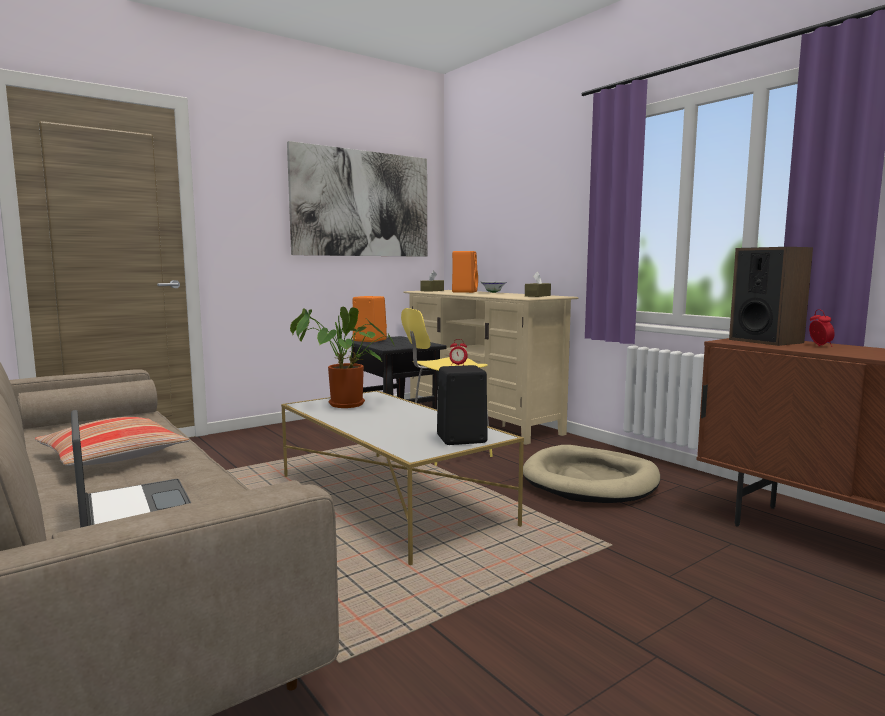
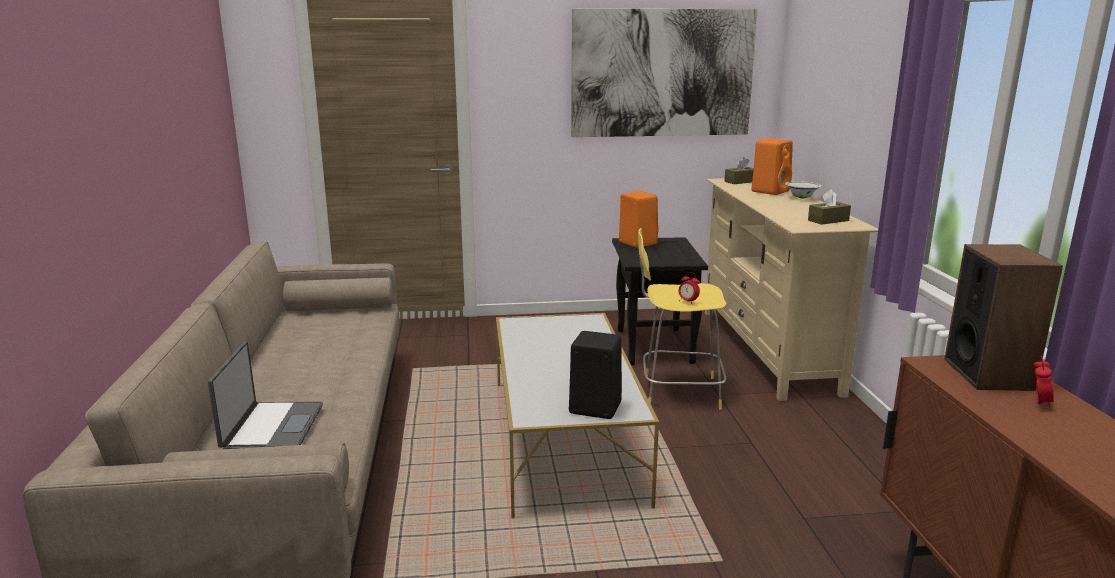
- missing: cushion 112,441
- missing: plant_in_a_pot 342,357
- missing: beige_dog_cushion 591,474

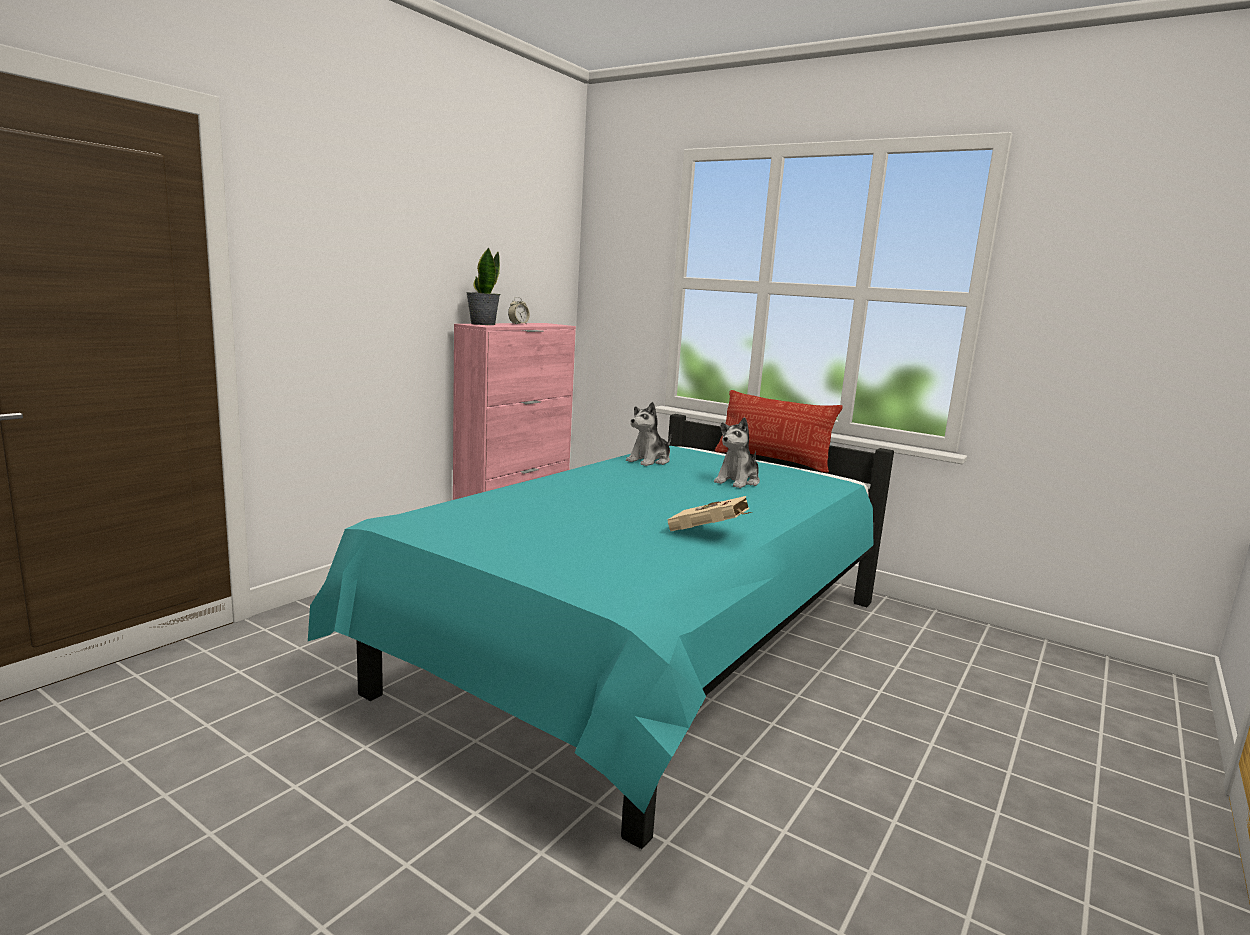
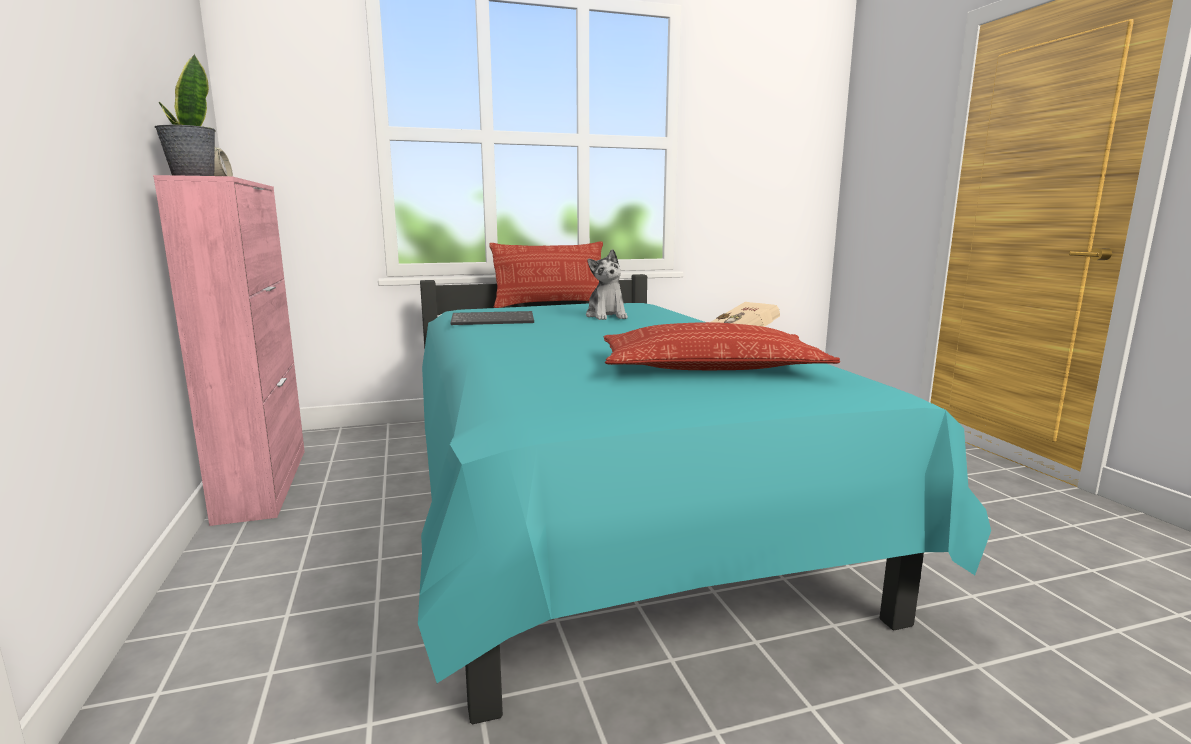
- exchanged: plush_toy 648,434 to PC_keyboard 492,318
- appeared: cushion 722,346

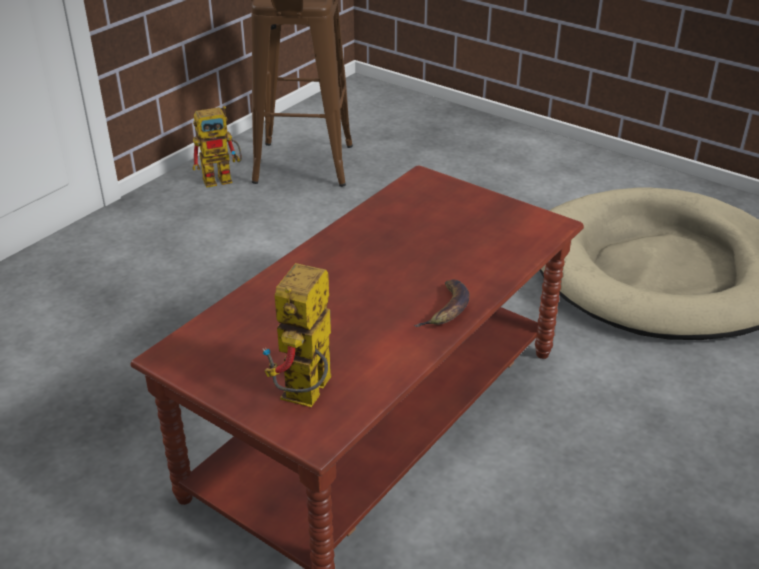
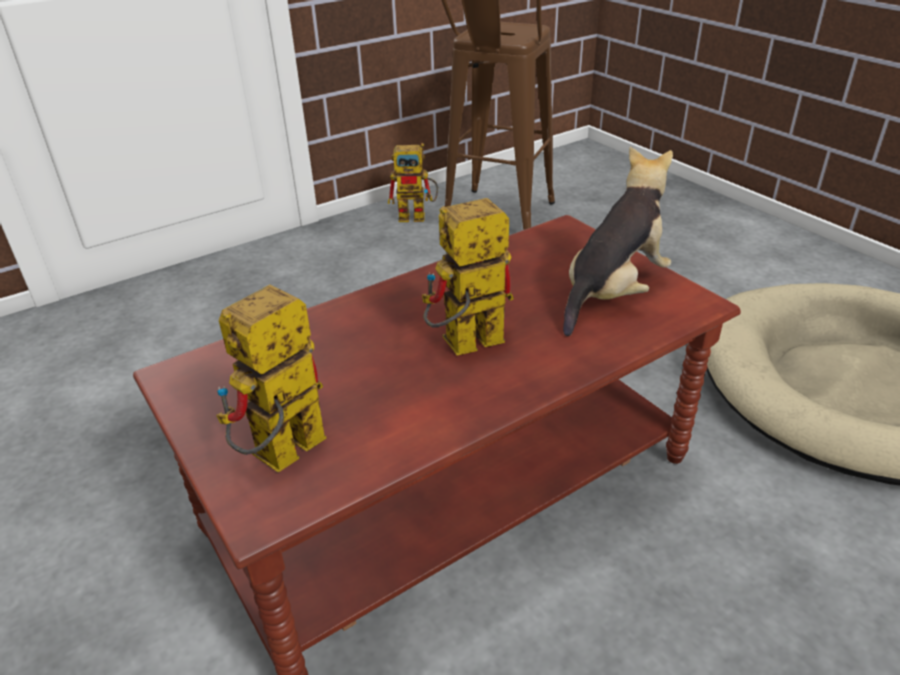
- missing: banana 441,303
- appeared: toy_robot 468,276
- appeared: plush_toy 618,241

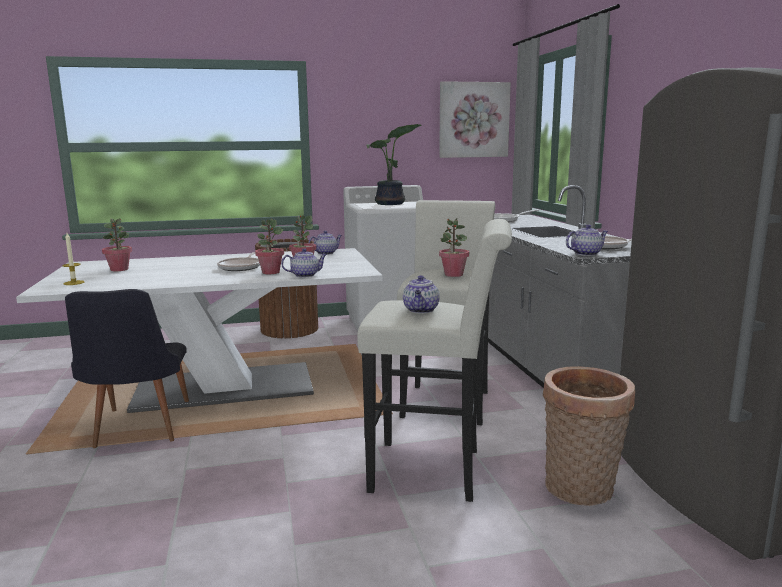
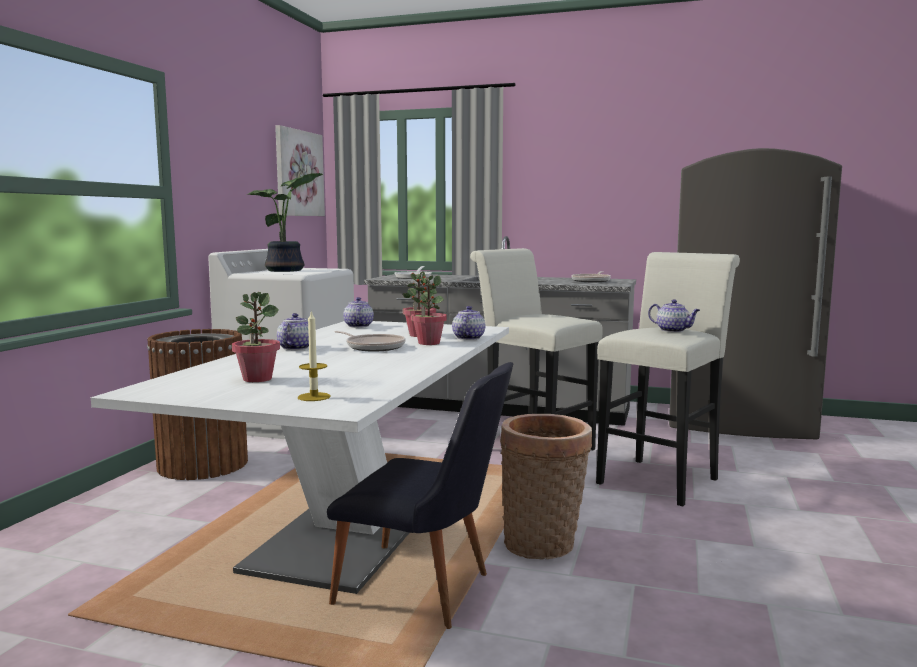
- missing: plant_in_a_pot 454,247
- relocated: household_basket 589,436 to 546,486
- relocated: teapot 587,240 to 293,331

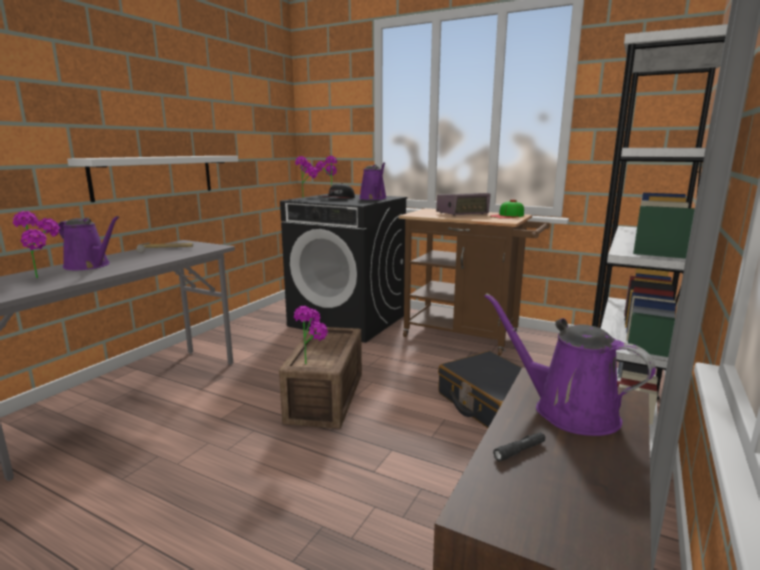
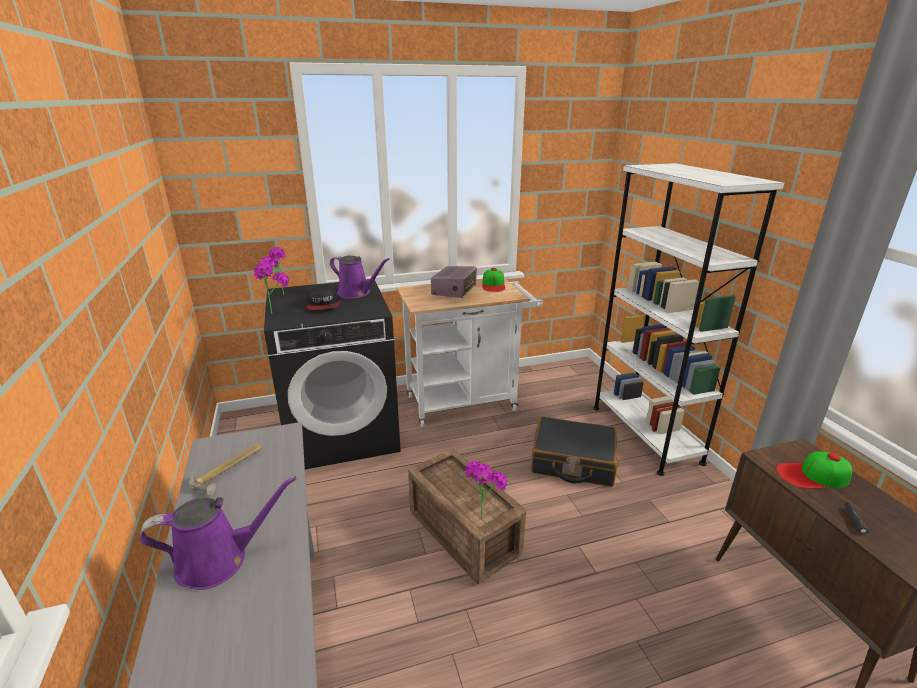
- missing: plant_in_a_pot 36,244
- missing: white_wall_shelf 152,179
- colour: brown-coloured_wheeled_cart 474,282 to white_wheeled_cart 469,352
- exchanged: purplish_watering_can 570,364 to cap 814,470

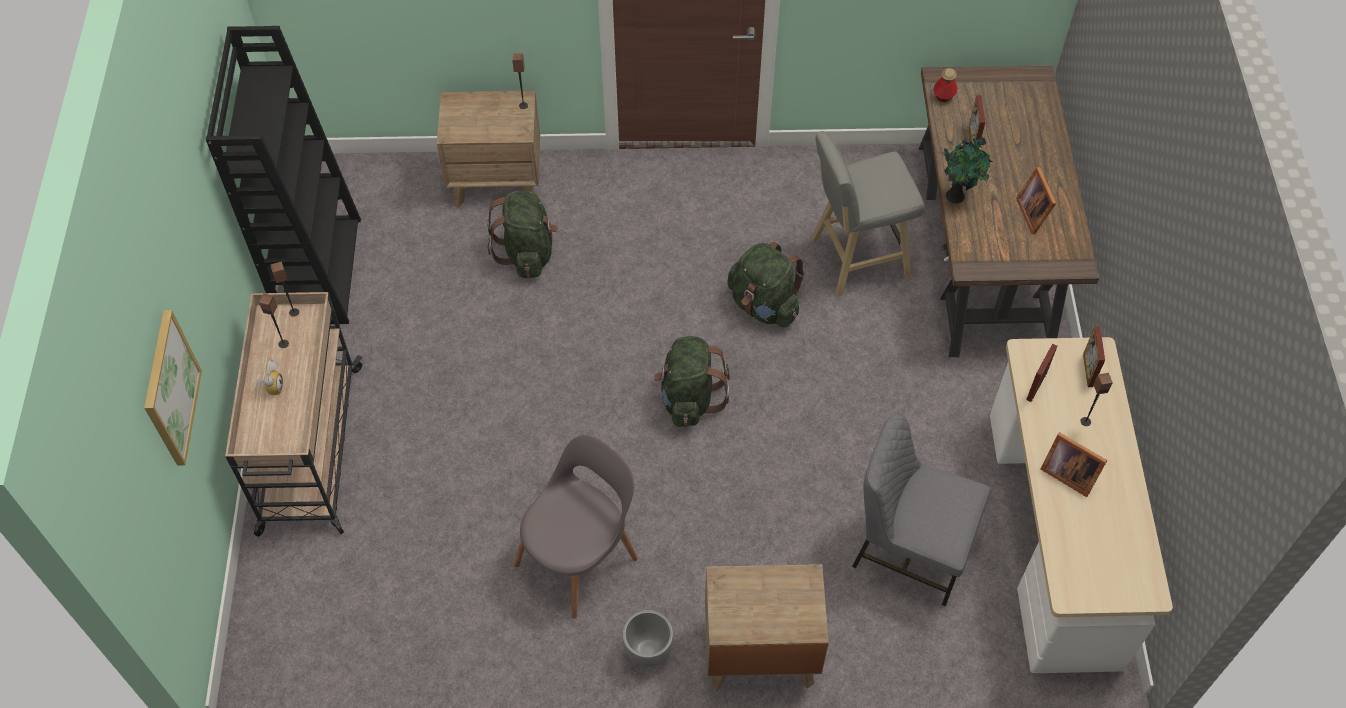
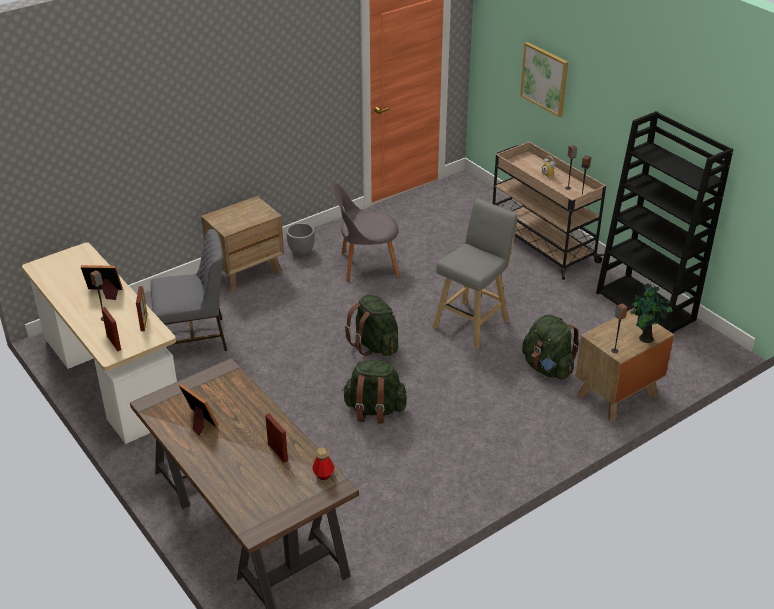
- spun: gray_chair 576,527 = 366,232 75 degrees clockwise
- relocated: gray_stool_seat 868,214 to 475,274
- relocated: plant_in_a_pot 966,169 to 651,313

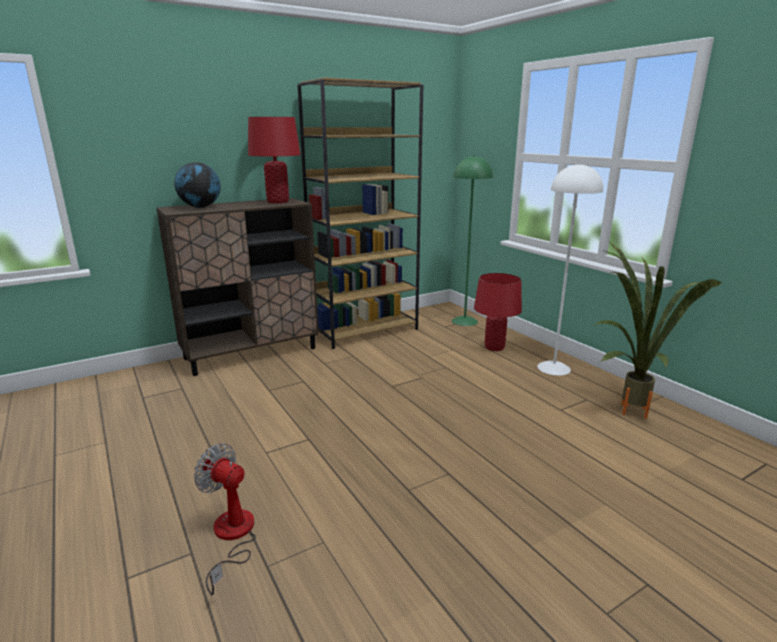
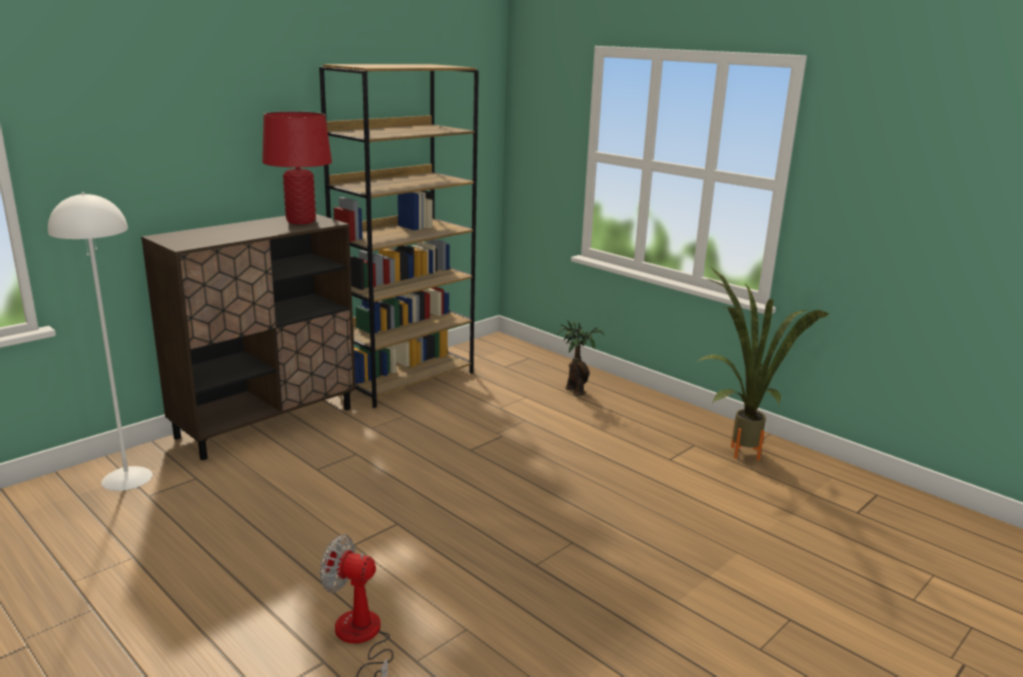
- missing: globe 197,185
- missing: green_standing_lamp 472,240
- exchanged: red-coloured_tabletop_lamp 498,312 to plant_in_a_pot 580,358
- relocated: white_standing_lamp 570,269 to 100,341

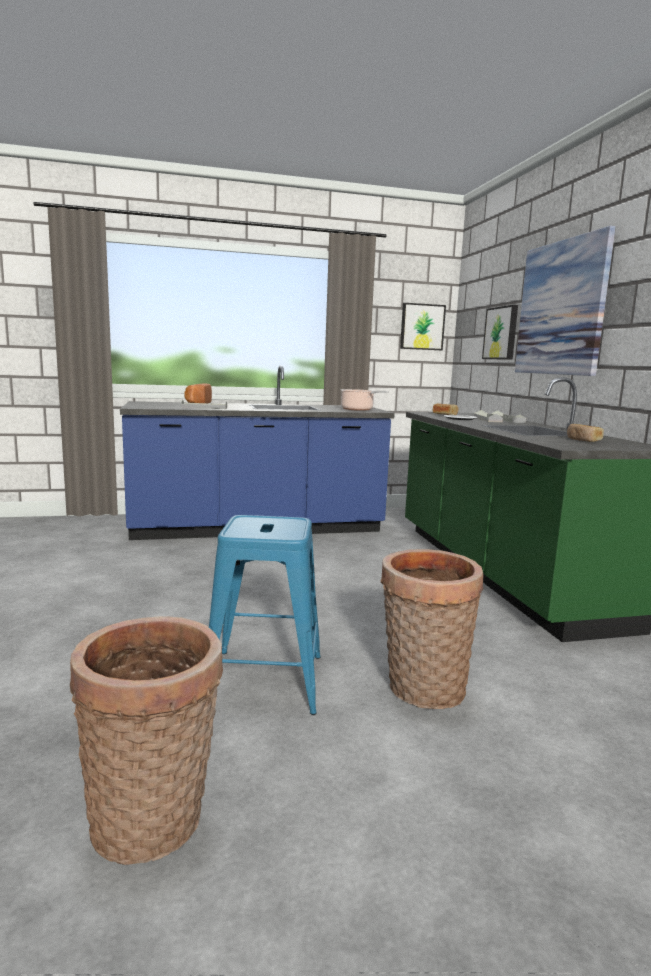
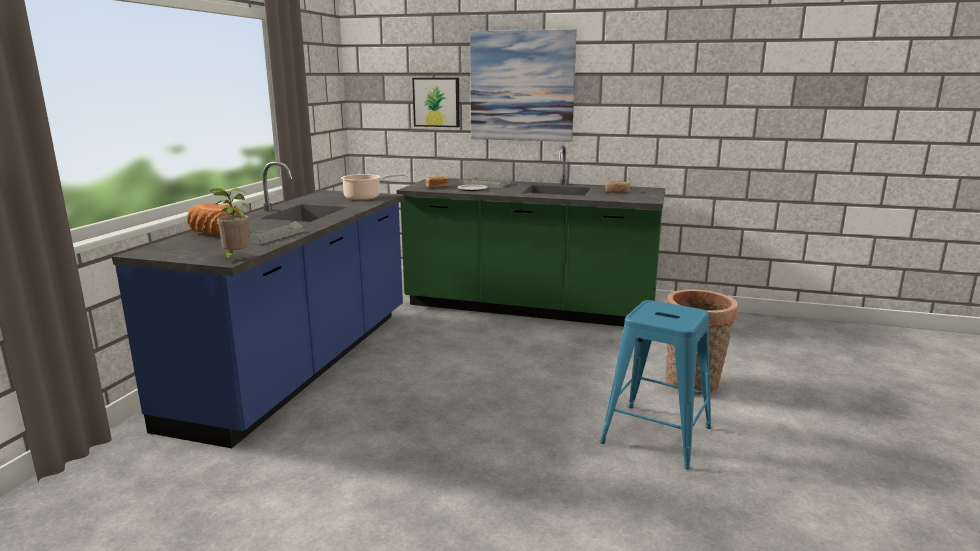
- missing: household_basket 146,740
- missing: wall_picture 423,326
- appeared: plant_in_a_pot 230,225

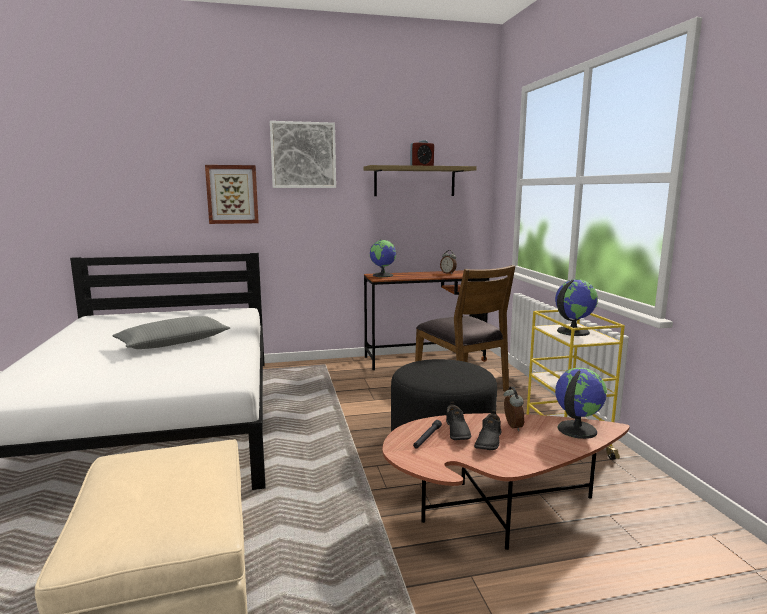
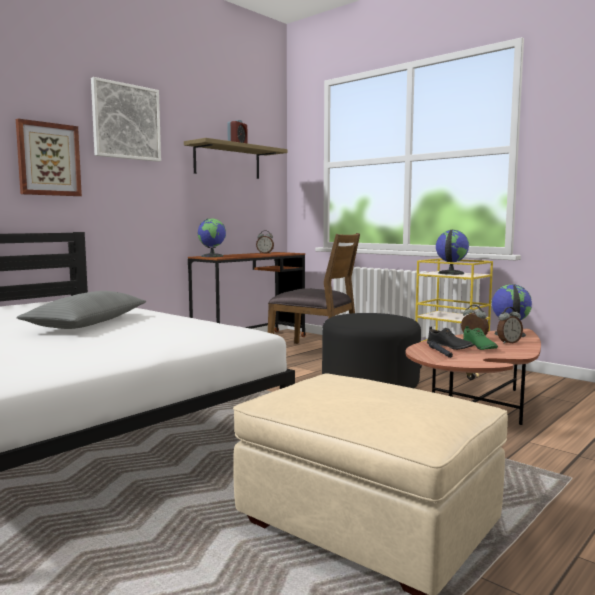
- colour: black_shoe 488,430 to green_shoe 480,338
- appeared: table_clock 510,325

